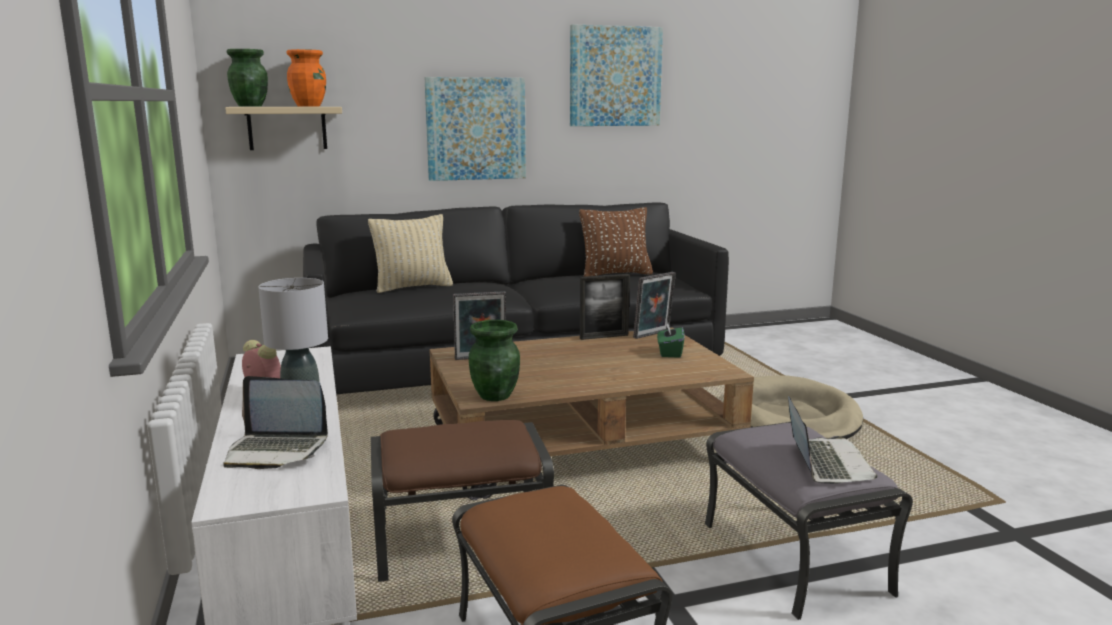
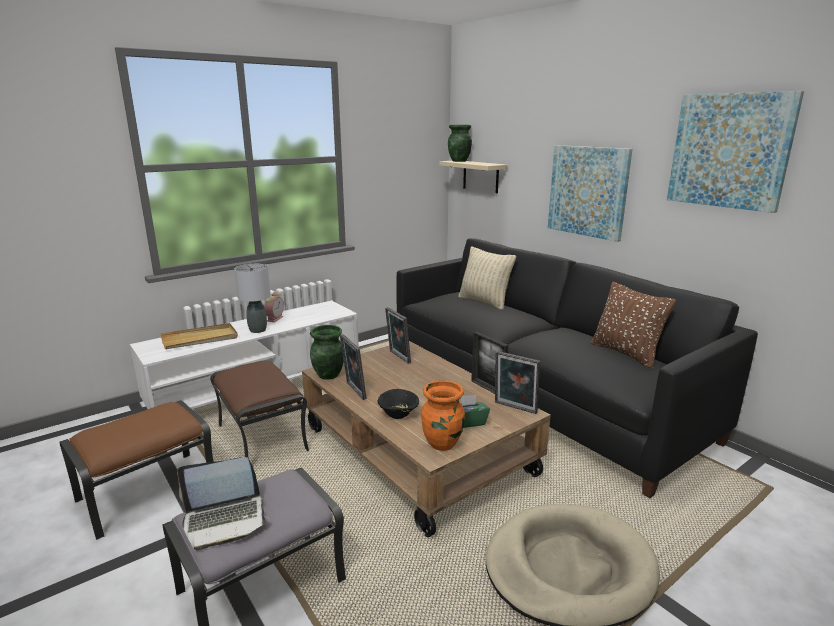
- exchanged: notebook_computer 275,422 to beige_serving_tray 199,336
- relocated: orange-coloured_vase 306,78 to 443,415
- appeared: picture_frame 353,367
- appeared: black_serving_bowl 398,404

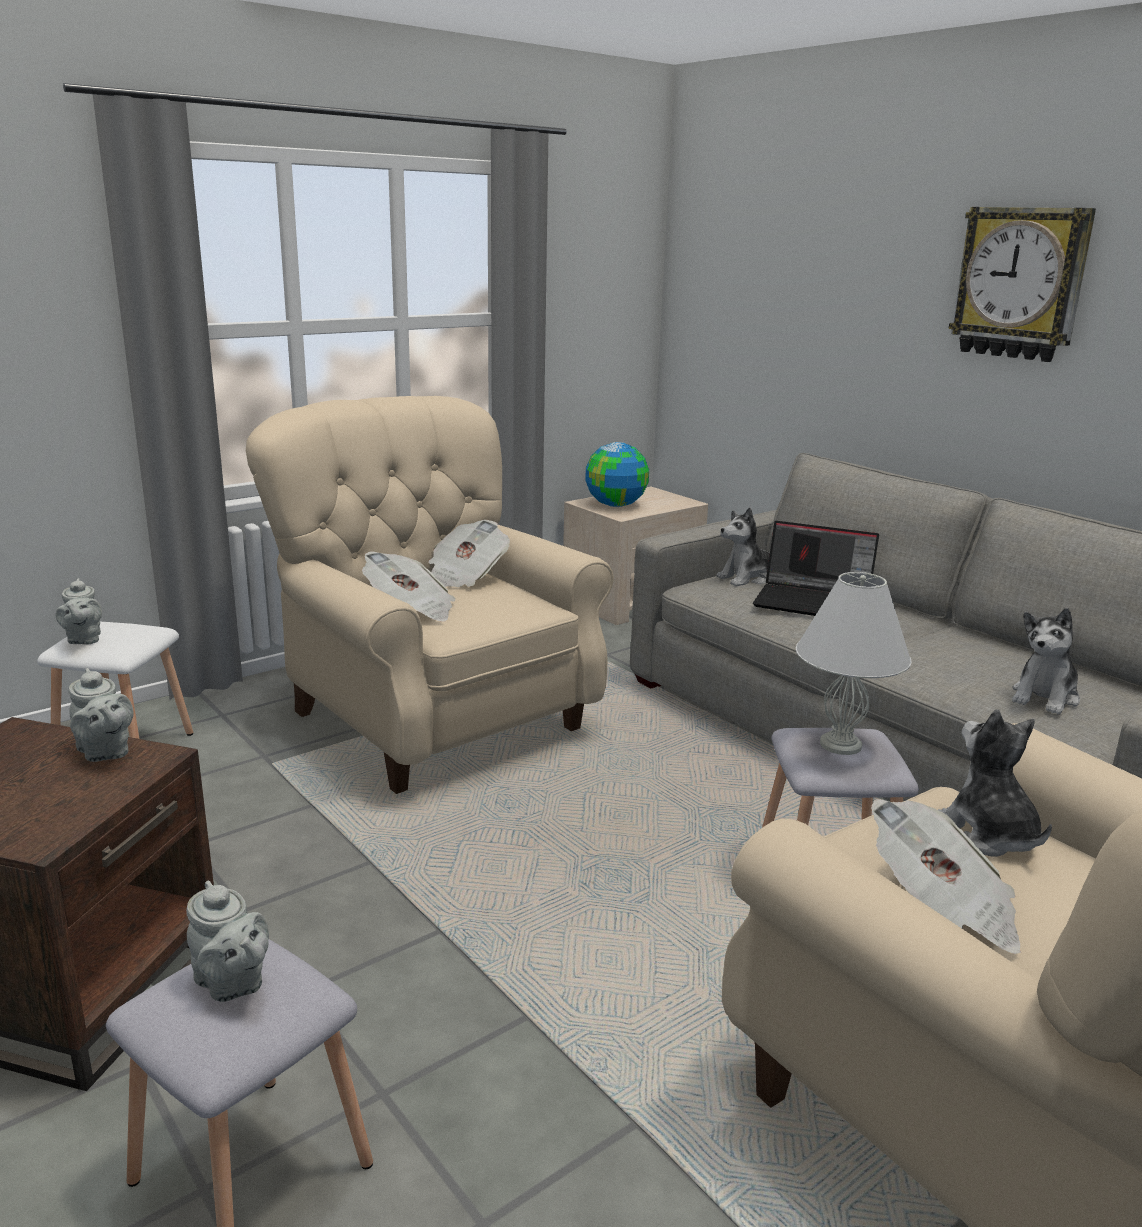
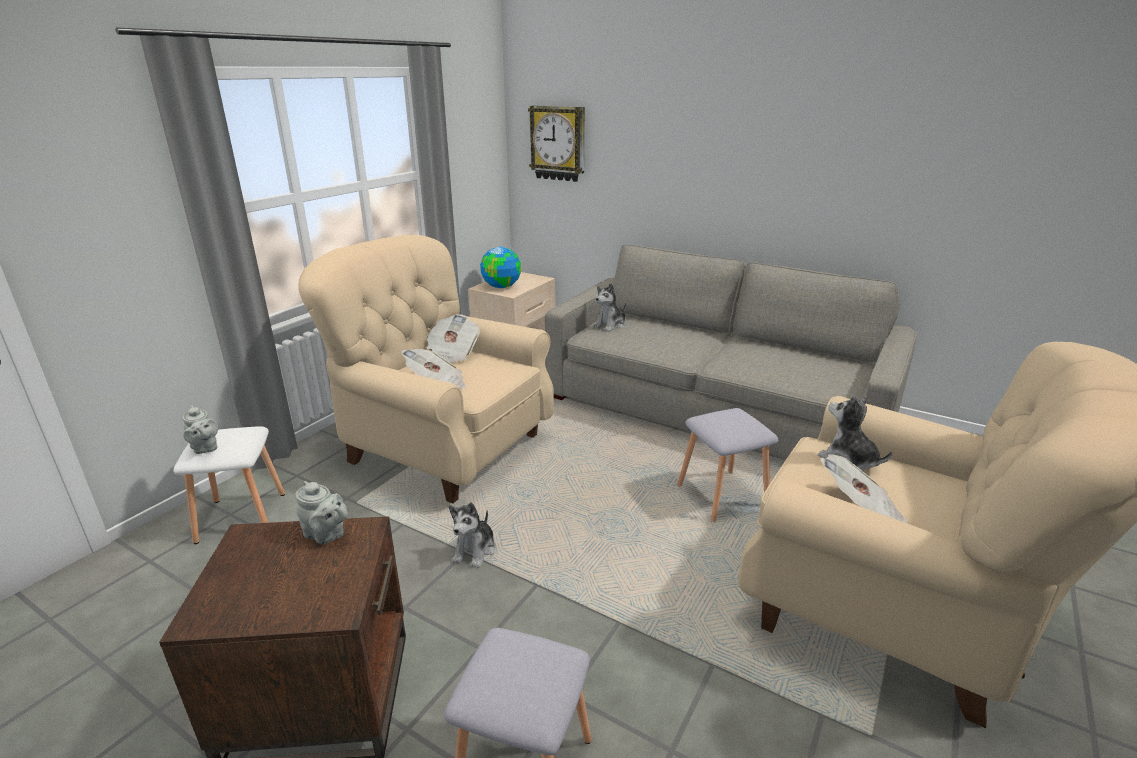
- missing: gray_teapot 227,941
- missing: notebook_computer 816,568
- missing: white_tabletop_lamp 854,663
- relocated: clock_on_the_wall 1022,284 to 556,143
- relocated: plush_toy 1046,661 to 472,535

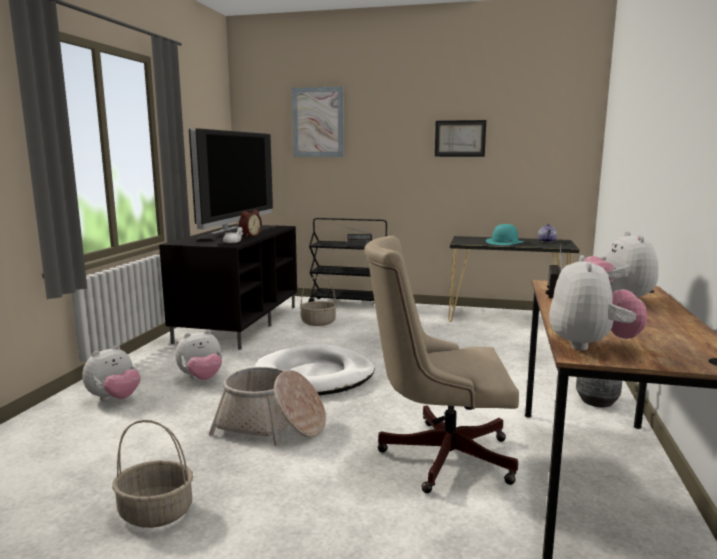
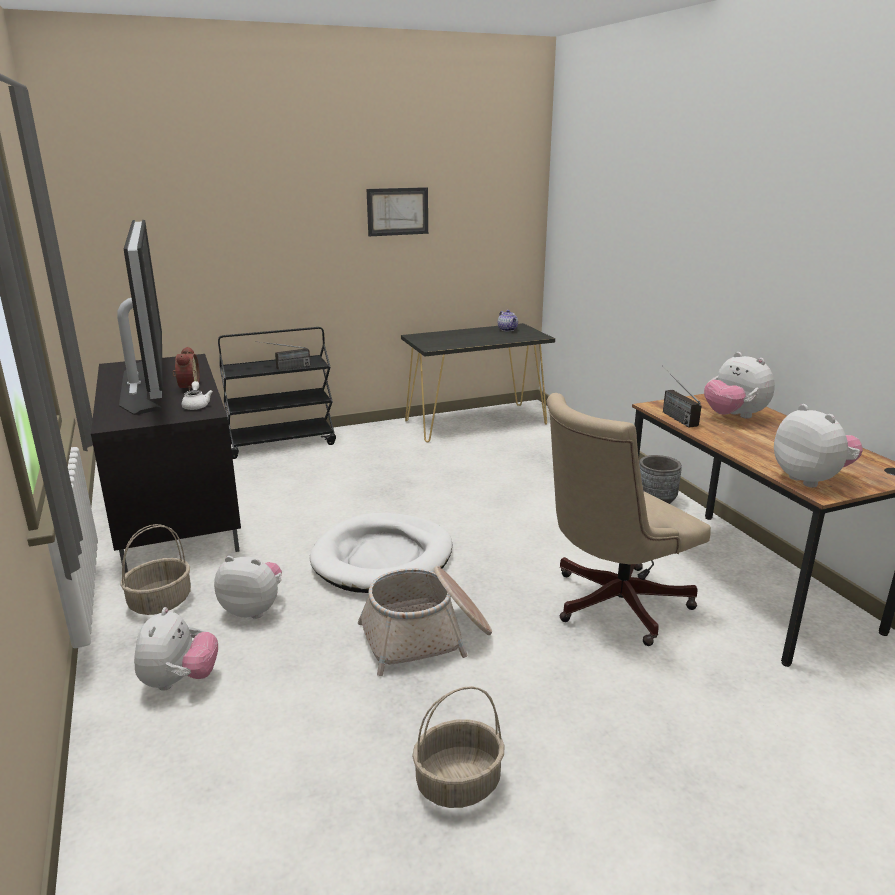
- spun: plush_toy 198,355 = 248,587 105 degrees counterclockwise
- missing: wall_picture 318,121
- relocated: household_basket 318,301 to 155,569
- missing: turquoise_clothing_hat 505,234

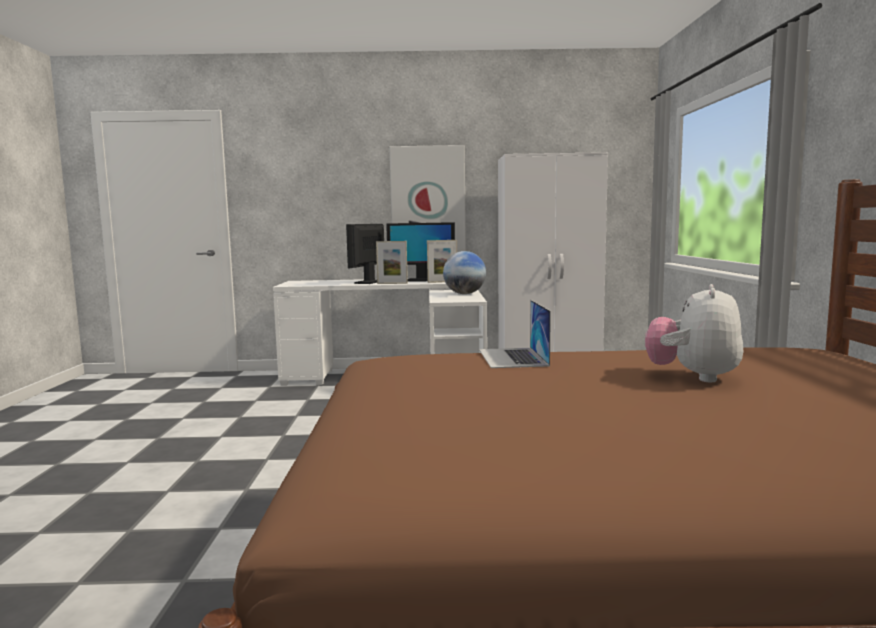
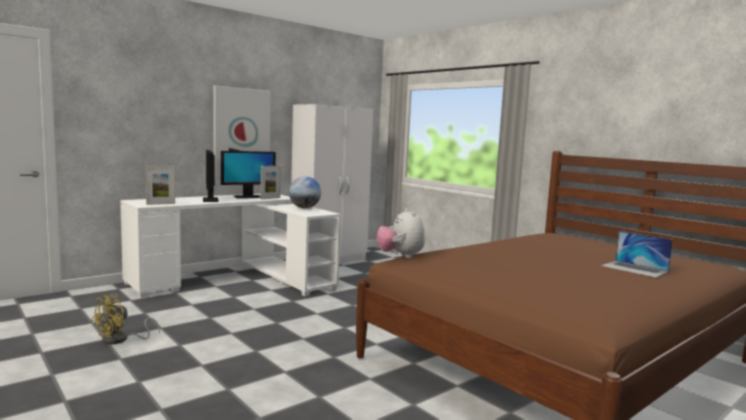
- relocated: picture_frame 392,262 to 160,186
- relocated: notebook_computer 515,334 to 637,254
- relocated: plush_toy 694,333 to 400,233
- appeared: yellow-coloured_fan 125,319

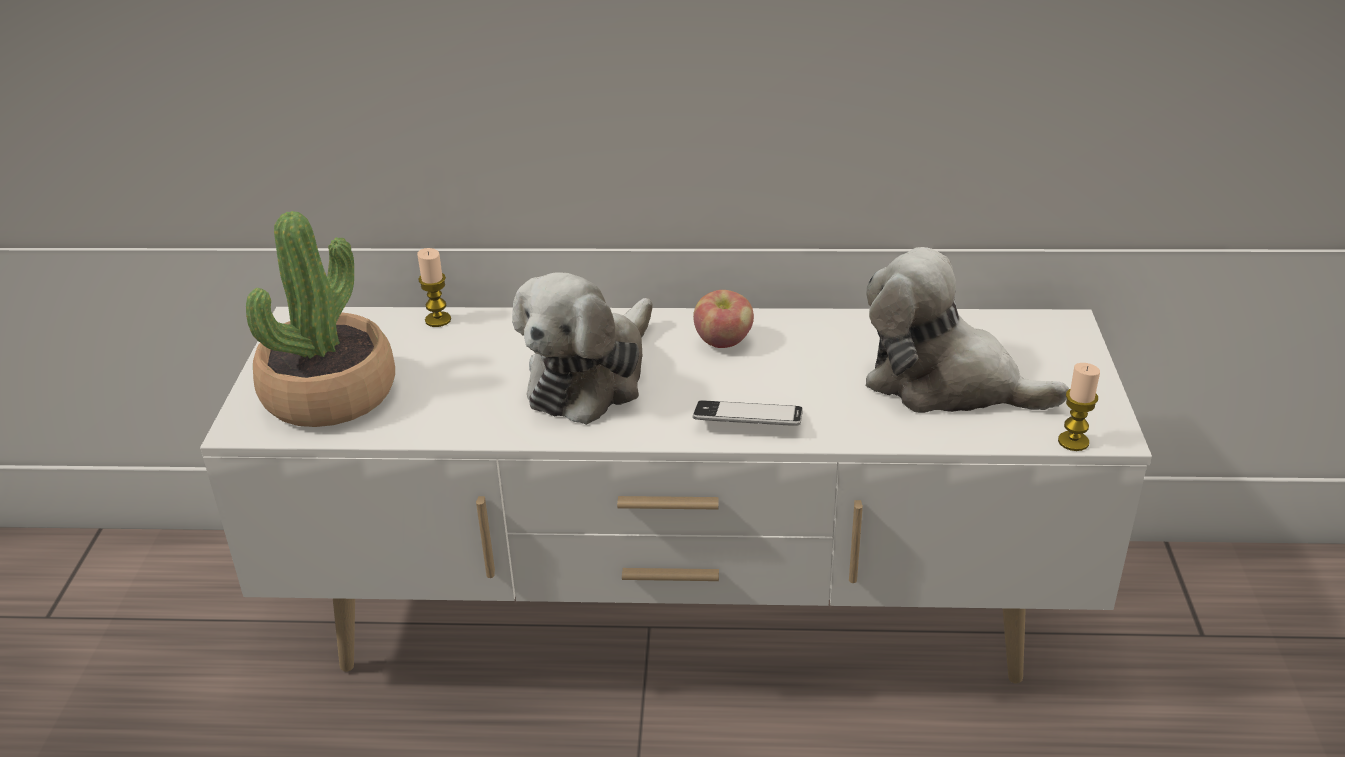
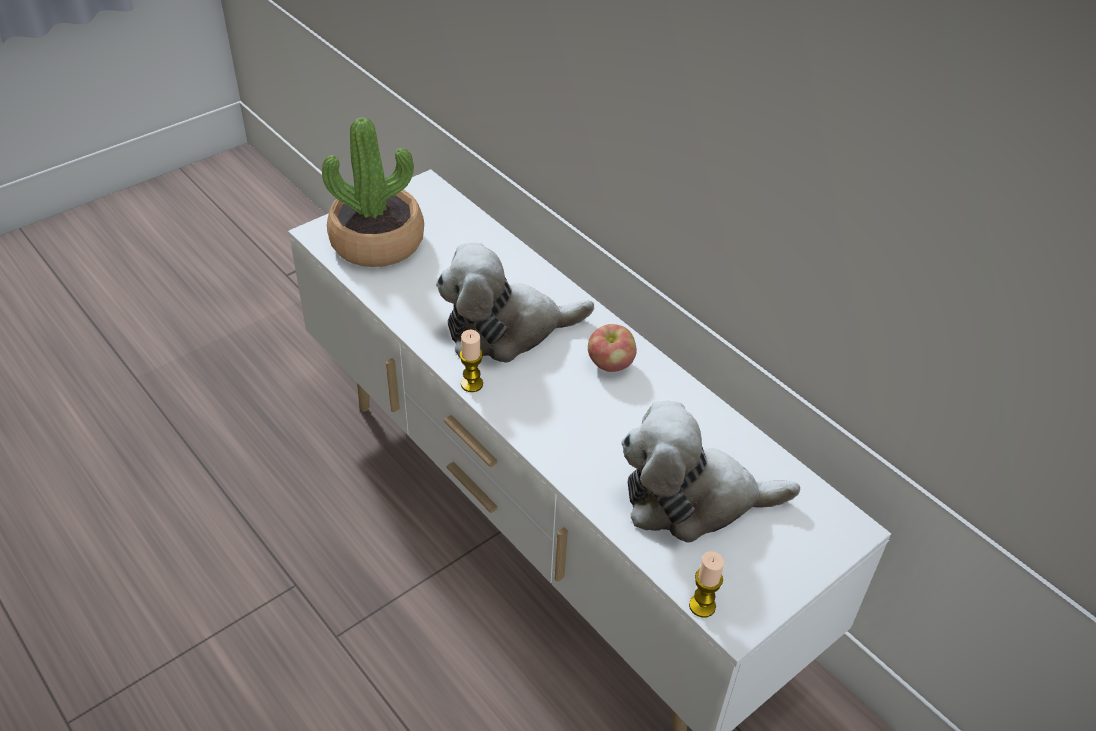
- relocated: wax_light 434,287 to 471,361
- missing: telephone 748,413
- spun: plush_toy 967,330 = 710,472 75 degrees counterclockwise

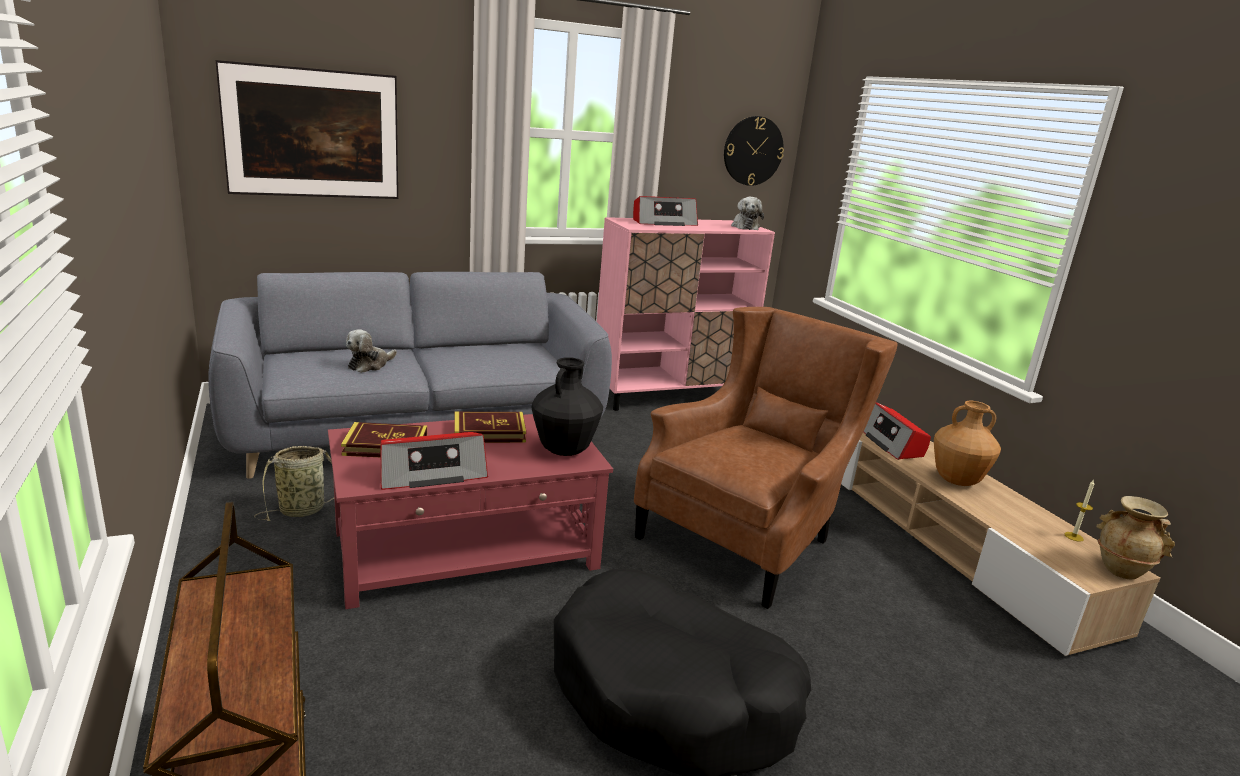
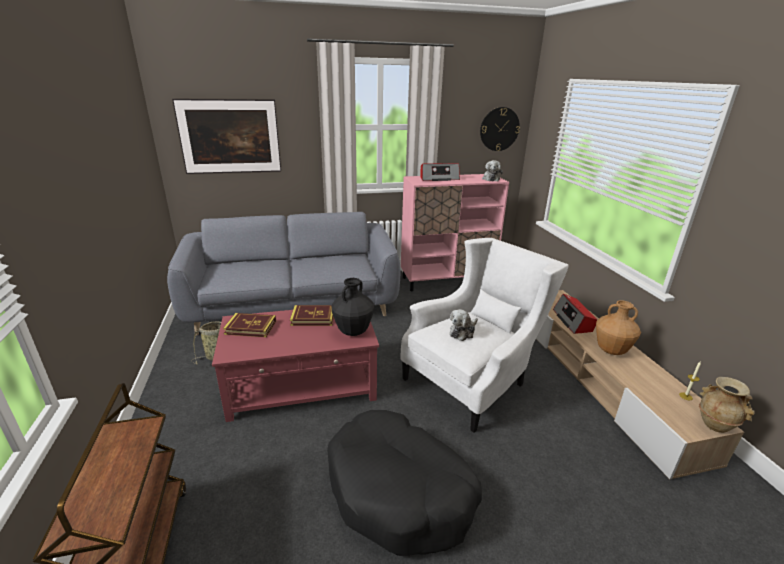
- relocated: plush_toy 371,351 to 464,325
- missing: radio 434,461
- colour: brown-coloured_armchair 766,458 to white_armchair 484,335

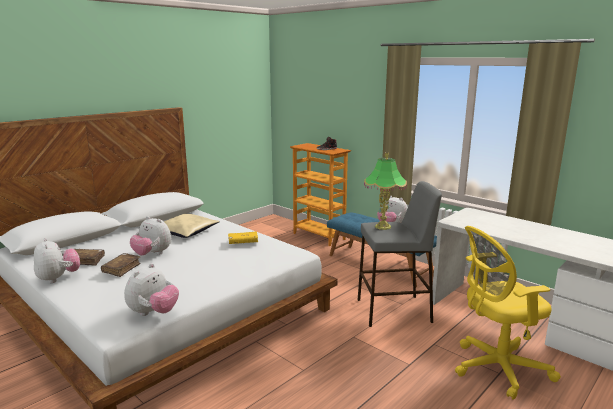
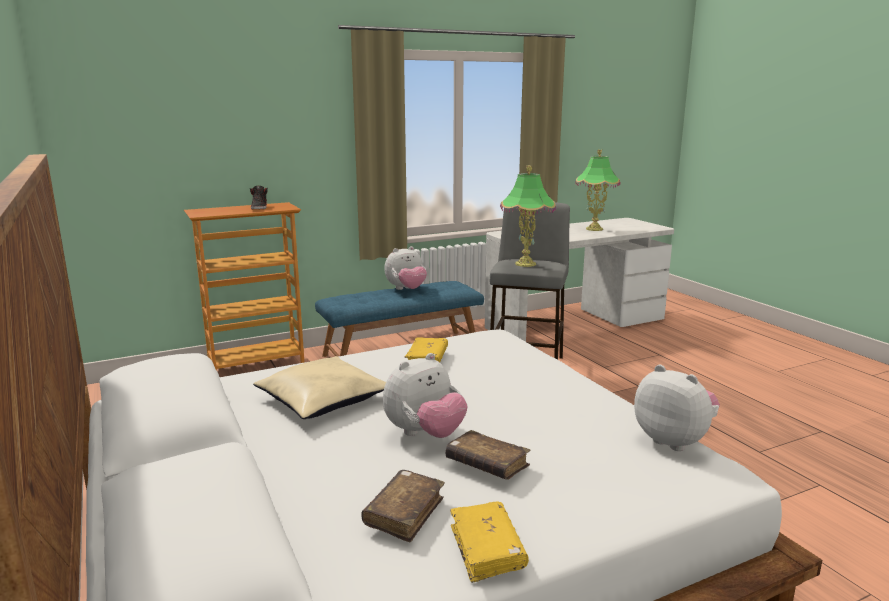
- exchanged: plush_toy 57,260 to yellow-coloured_volume 489,542
- missing: yellow-coloured_desk_chair 508,313
- appeared: tabletop_lamp 597,190

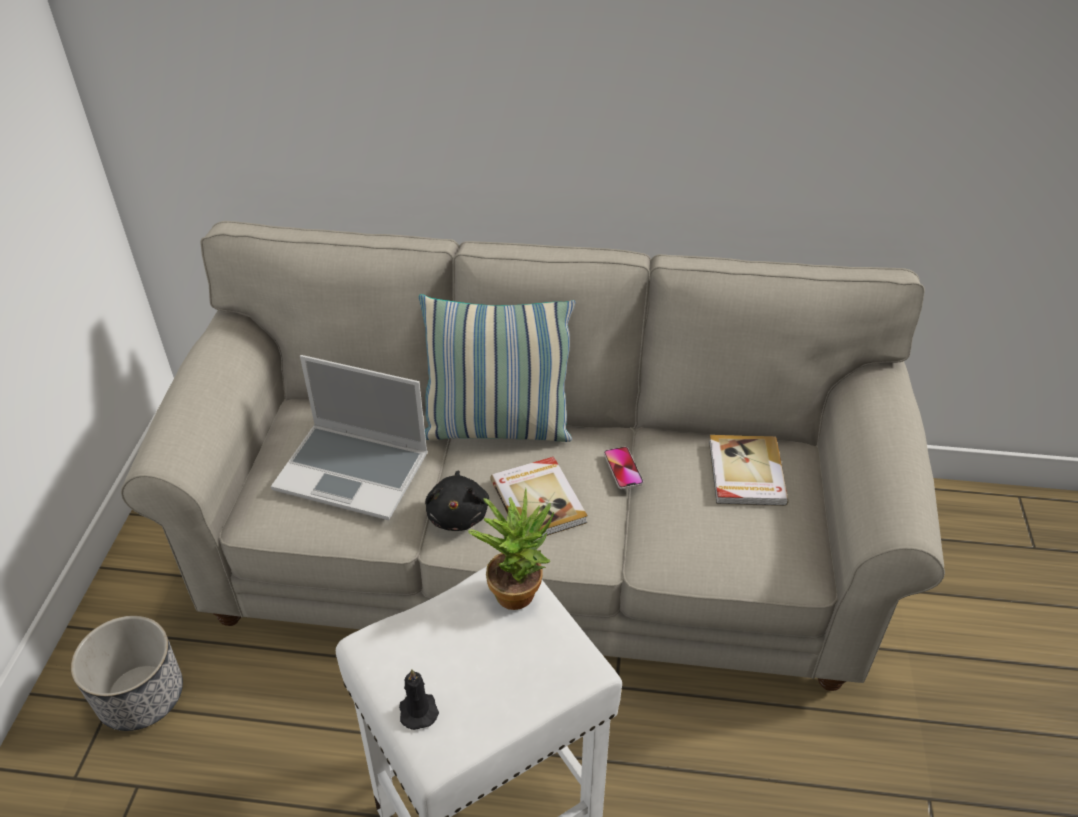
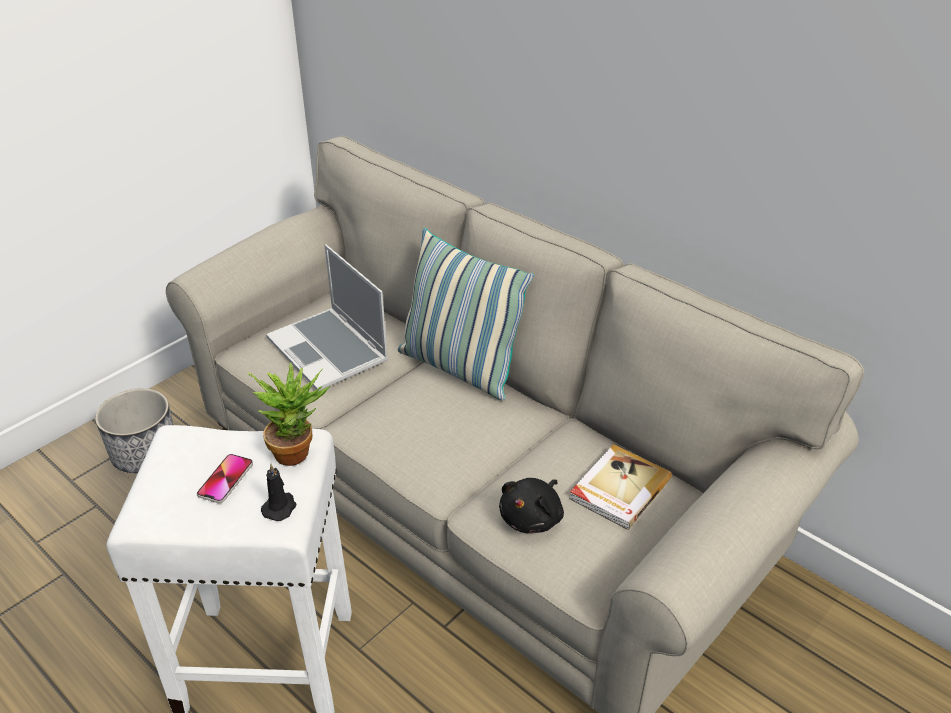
- relocated: black_wax_light 419,699 to 279,492
- relocated: black_plush_toy 457,501 to 531,505
- missing: volume 539,497
- relocated: telephone 623,468 to 225,478

